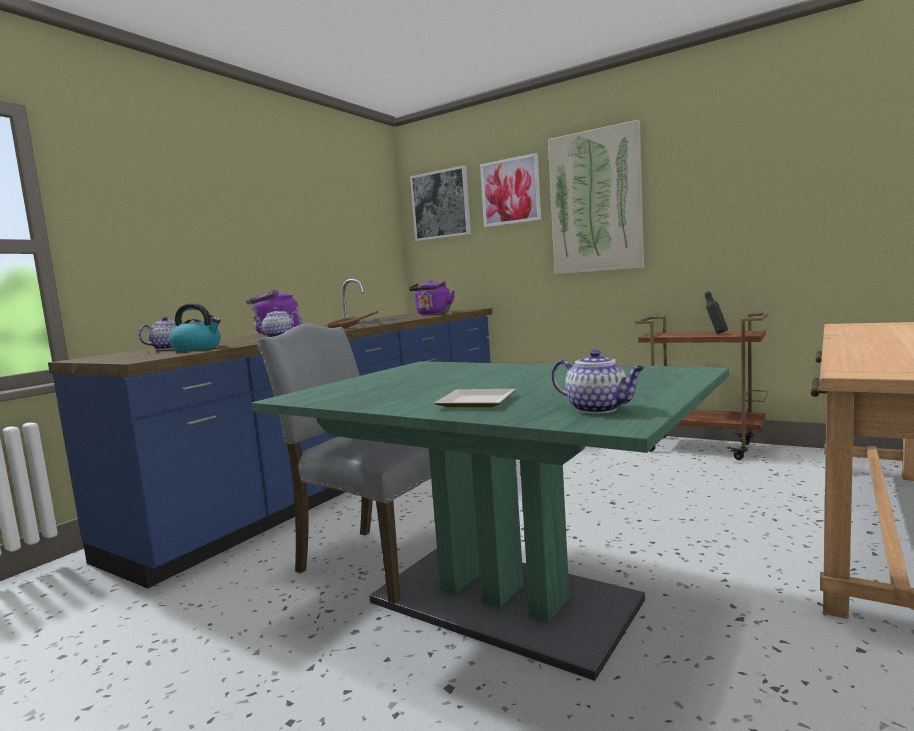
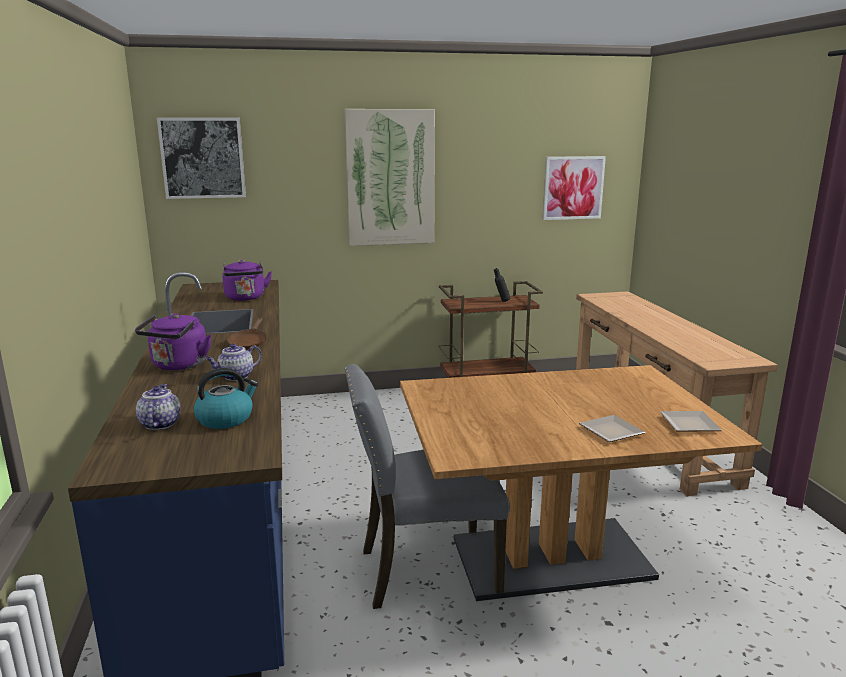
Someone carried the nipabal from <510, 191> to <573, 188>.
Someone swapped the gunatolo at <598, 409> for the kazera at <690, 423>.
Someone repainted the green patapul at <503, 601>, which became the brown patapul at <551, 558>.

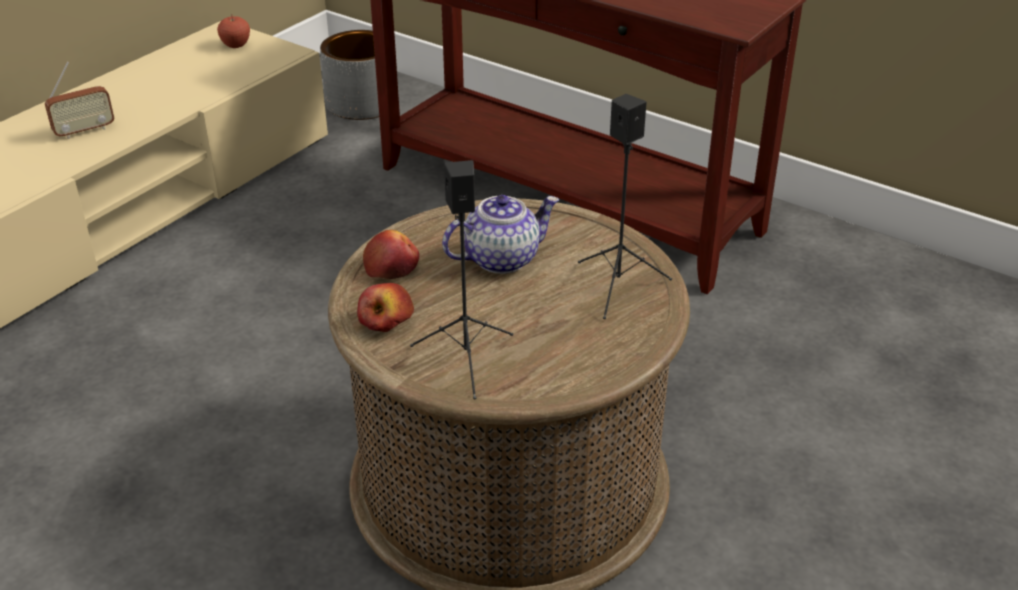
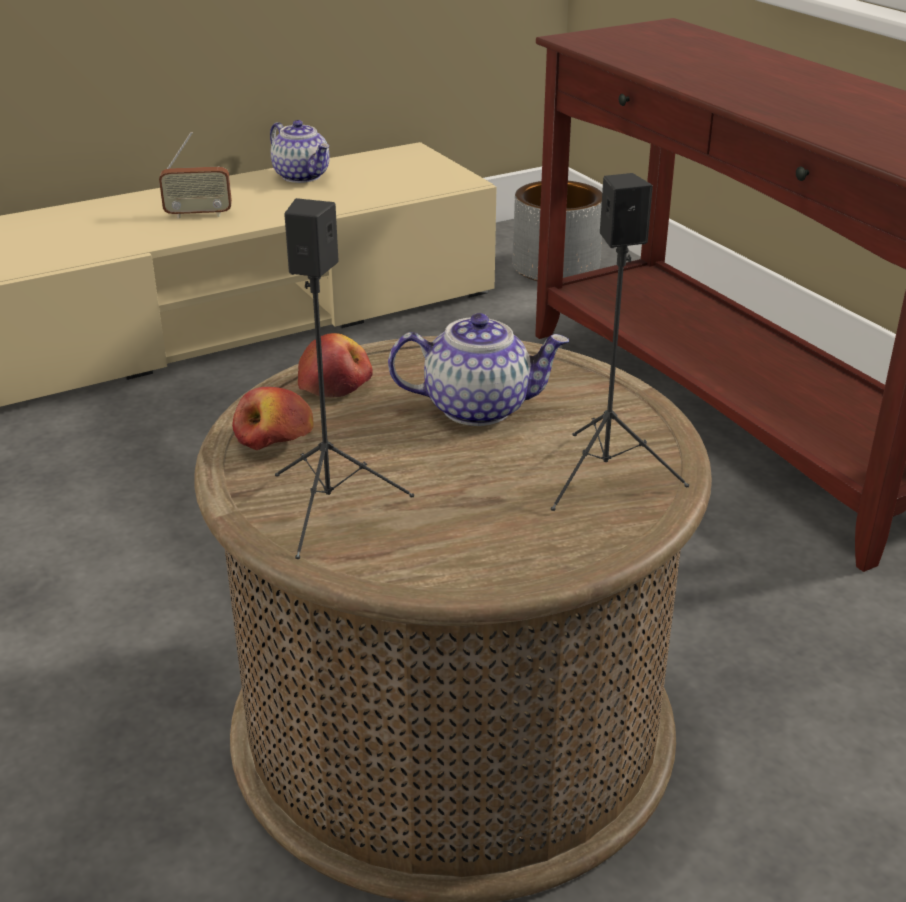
Someone took away the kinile at <236, 45>.
Someone put down the gunatolo at <302, 176>.

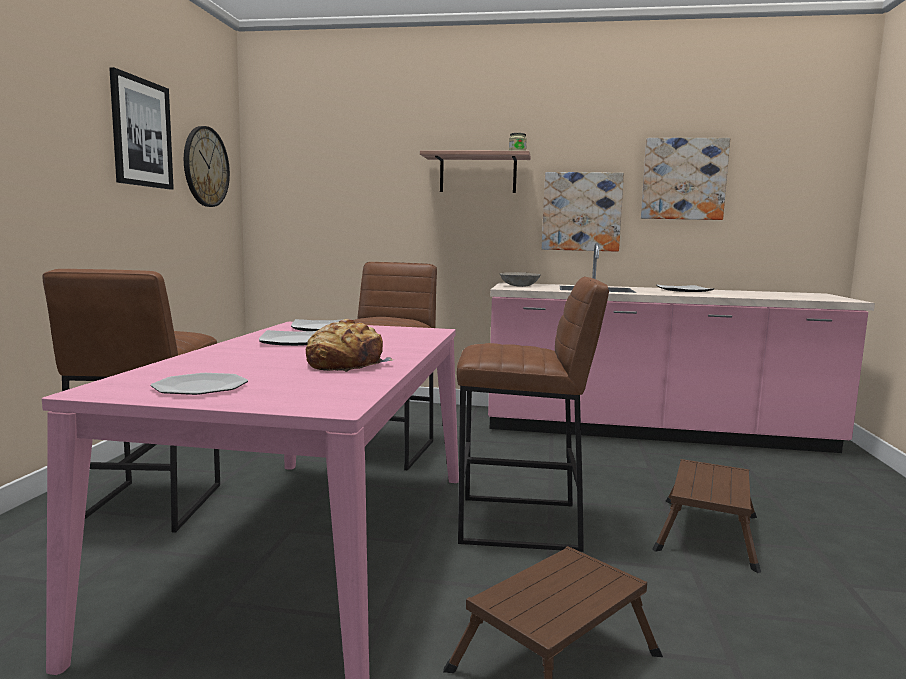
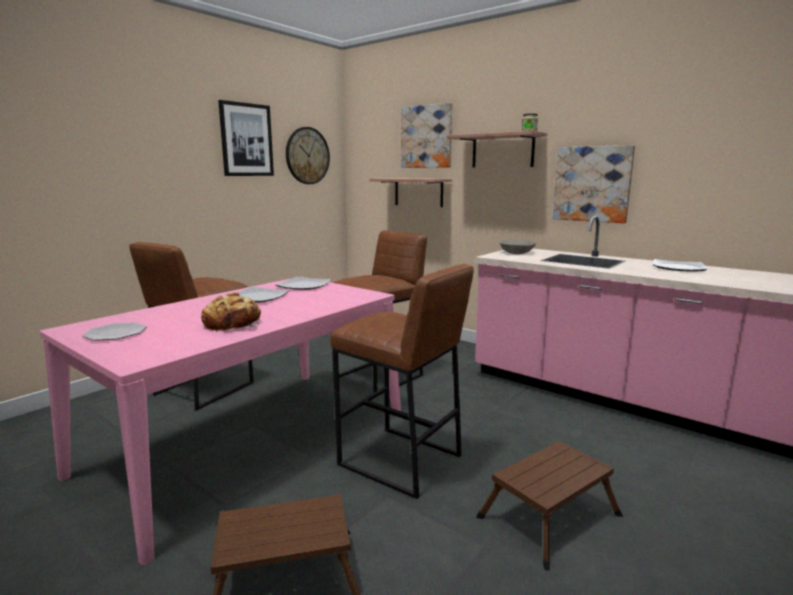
Someone carried the nipabal from <683, 179> to <427, 137>.
Someone put up the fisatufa at <418, 192>.

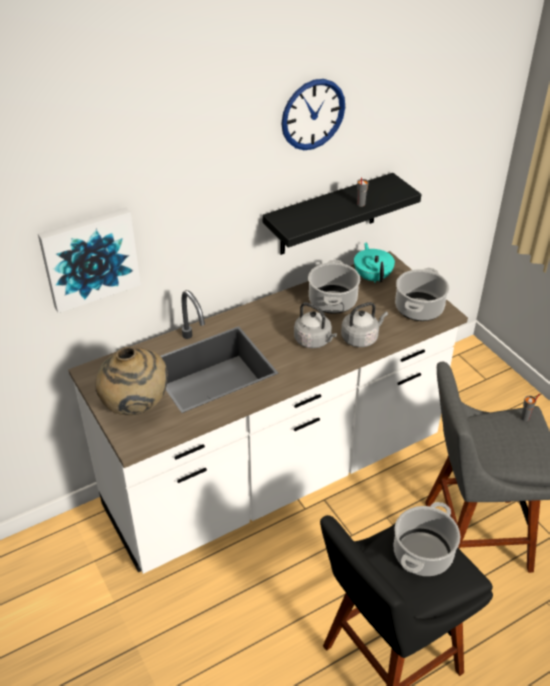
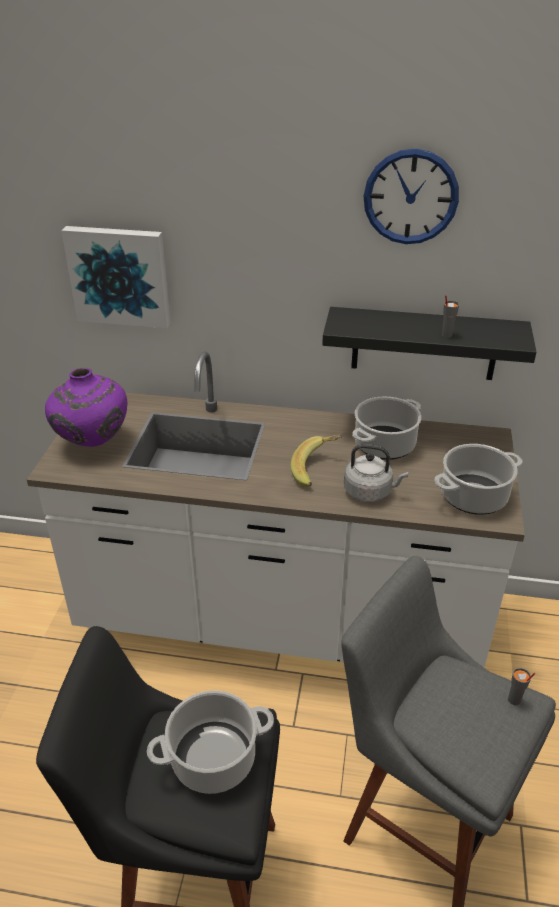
Someone took away the turquoise gunatolo at <372, 277>.
Someone swapped the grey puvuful at <314, 341> for the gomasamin at <318, 470>.
Someone repainted the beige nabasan at <135, 408>, which became the purple nabasan at <93, 443>.

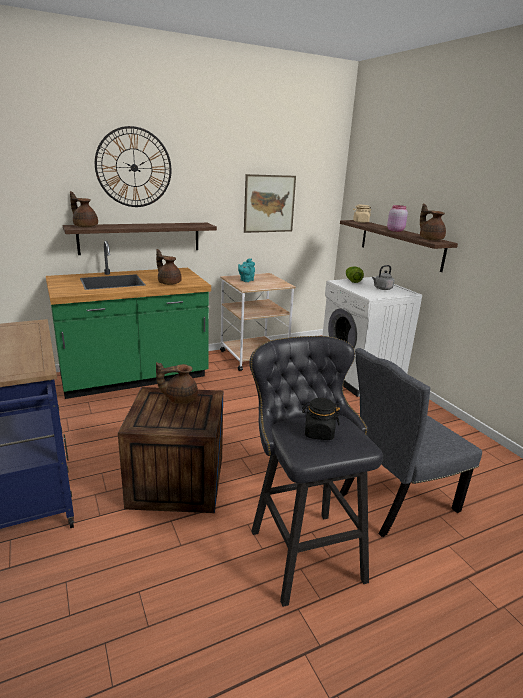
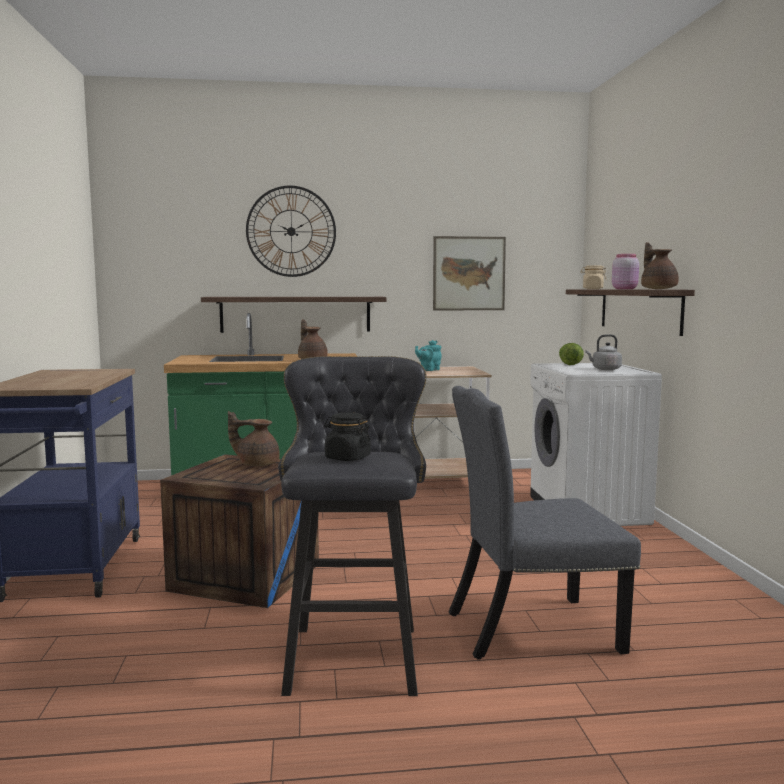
Someone took away the brown gunatolo at <85, 226>.

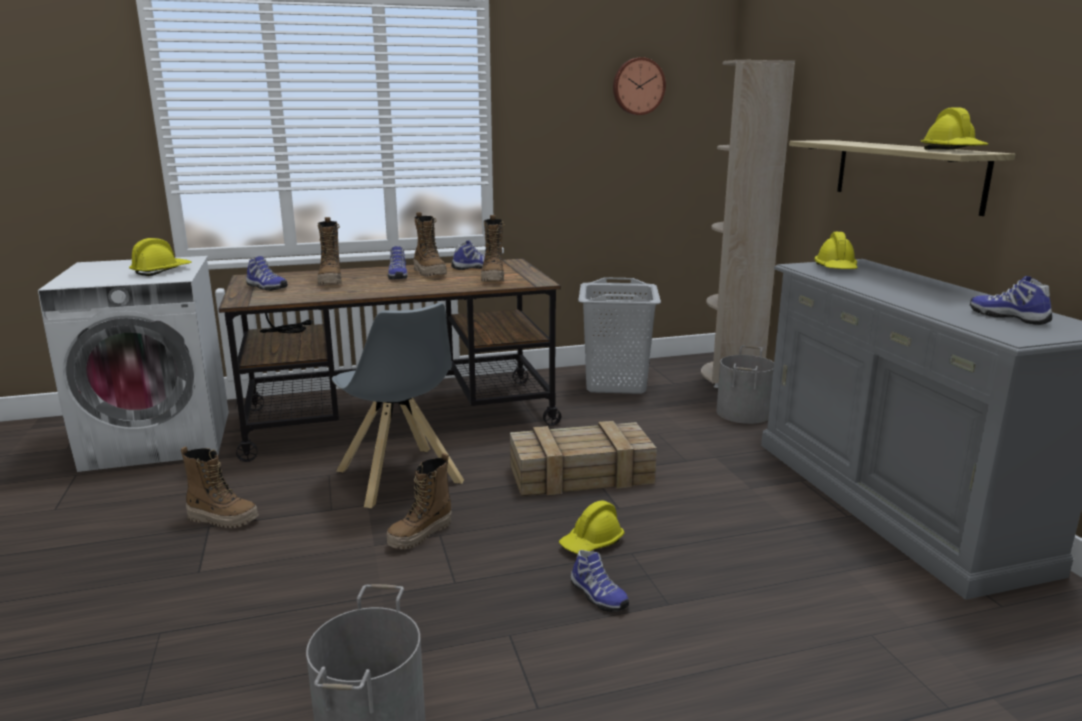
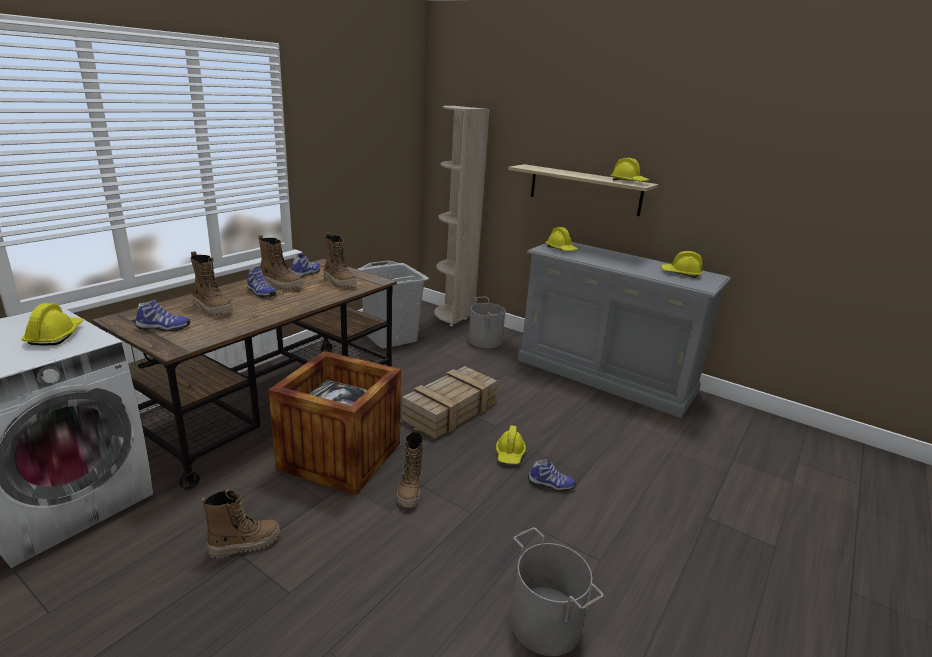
Someone took away the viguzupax at <638, 86>.
Someone swapped the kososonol at <1009, 317> for the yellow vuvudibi at <680, 274>.
Someone swapped the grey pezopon at <400, 478> for the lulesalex at <340, 456>.

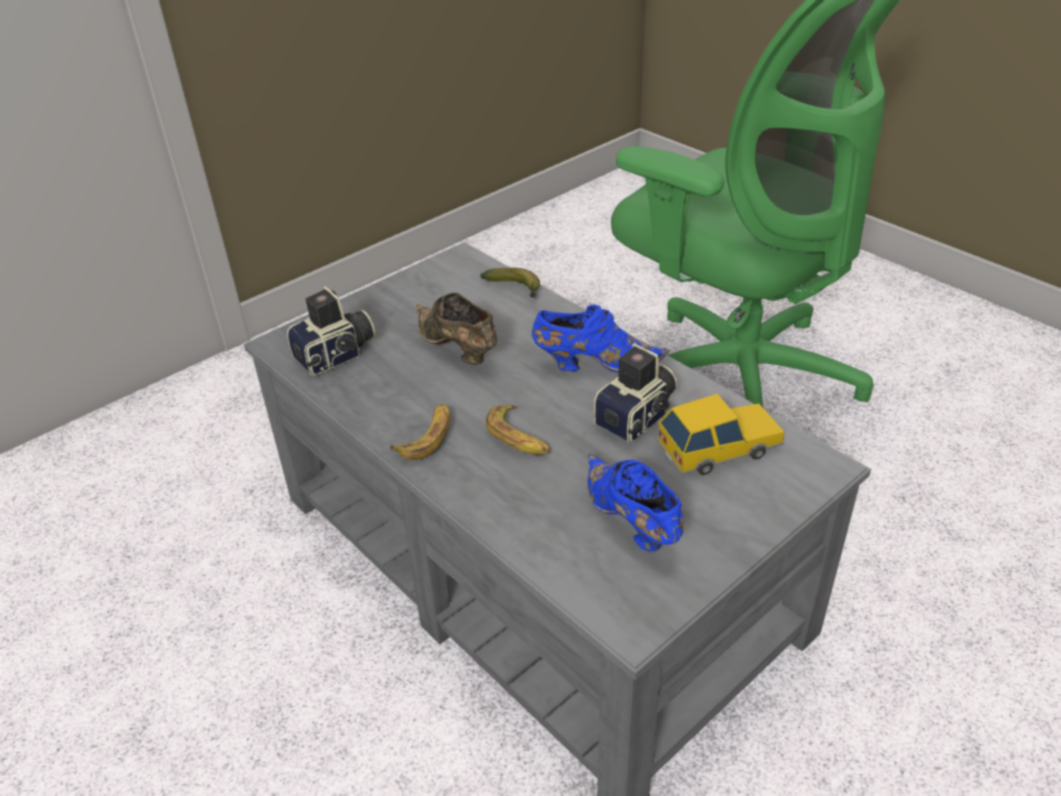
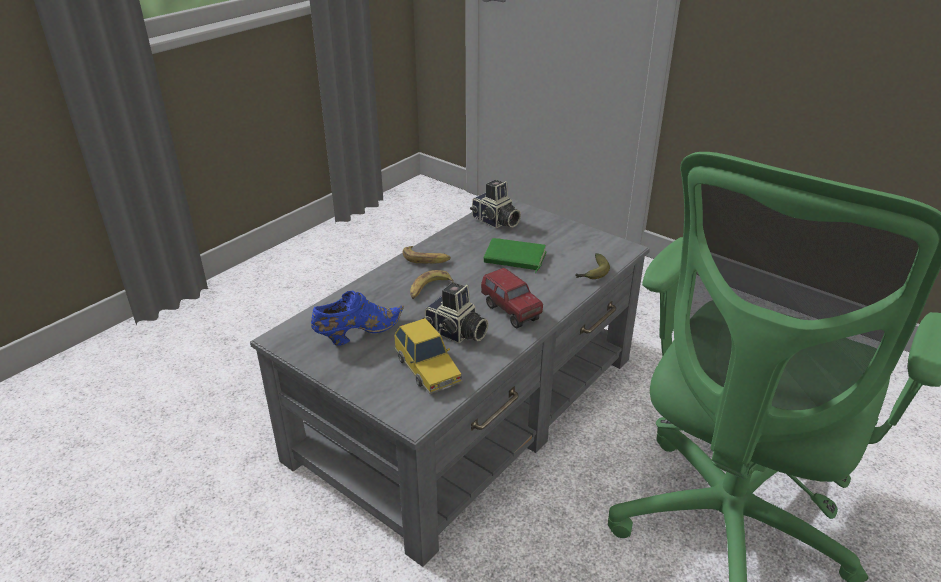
Someone swapped the brown kososonol at <457, 348> for the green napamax at <514, 259>.
Someone swapped the blue kososonol at <594, 364> for the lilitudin at <511, 312>.

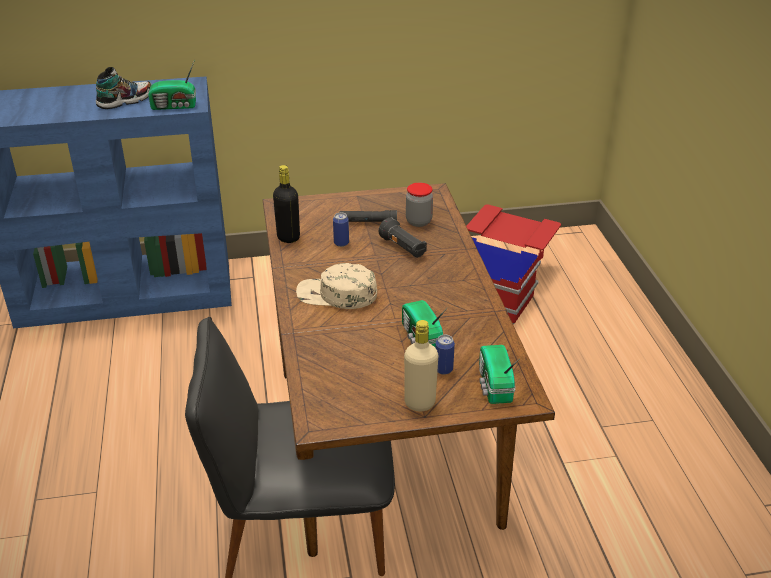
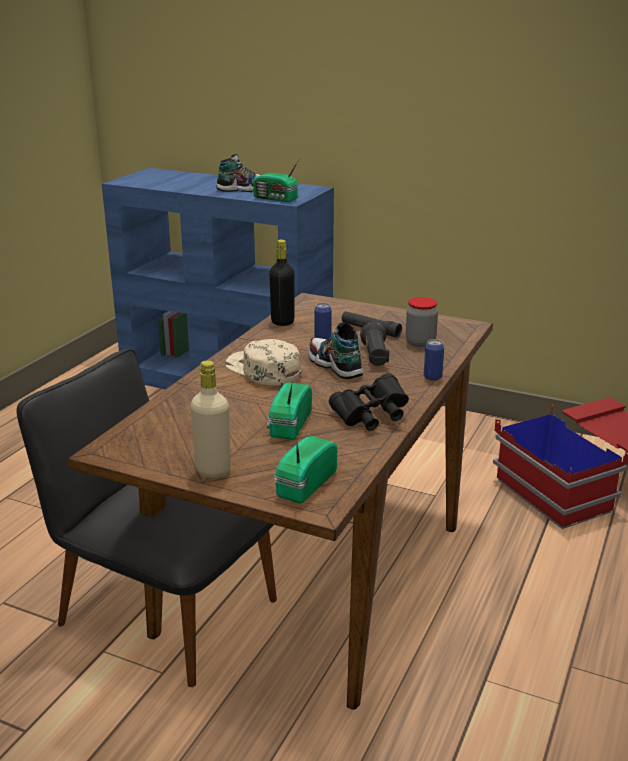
Someone carried the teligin from <443, 369> to <432, 377>.
Someone put down the kososonol at <334, 366>.
Someone put down the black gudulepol at <371, 417>.

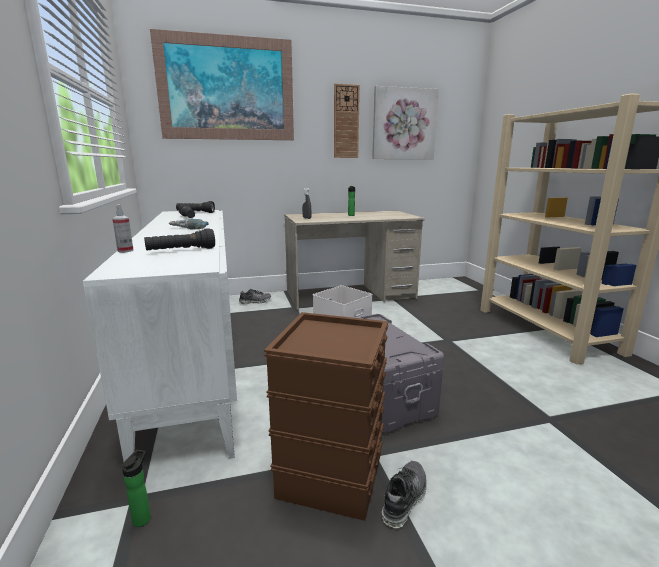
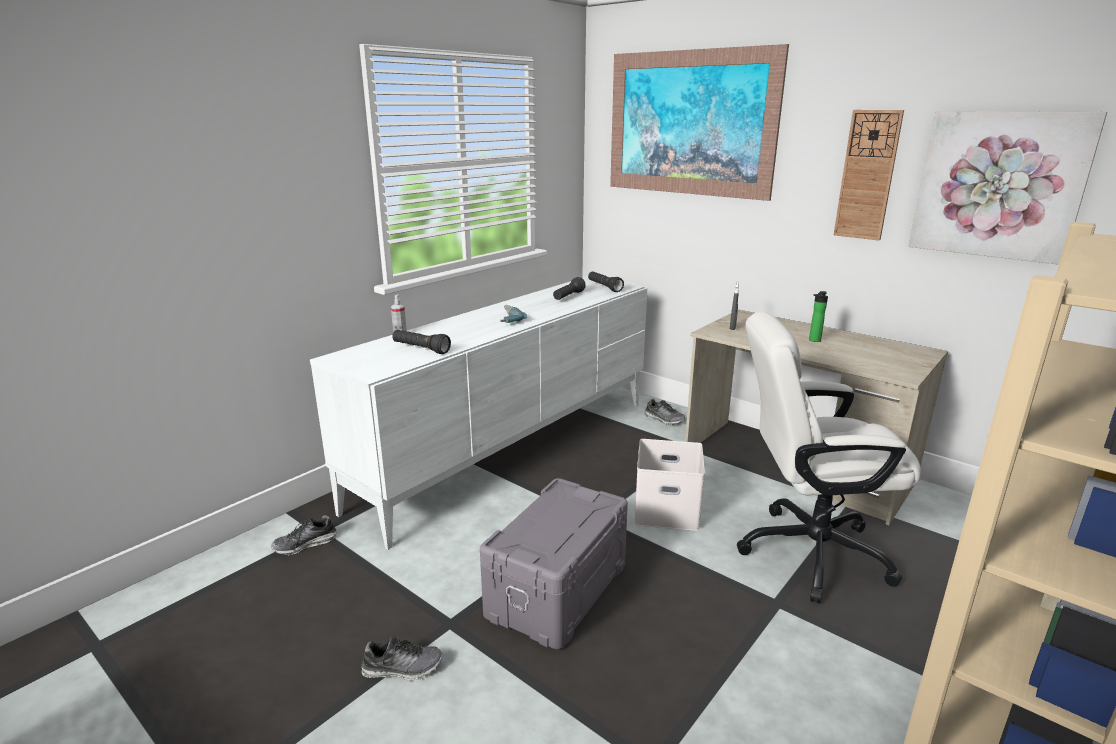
Someone took away the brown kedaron at <329, 475>.
Someone swapped the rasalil at <143, 517> for the kososonol at <305, 544>.
Someone put down the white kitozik at <805, 554>.

